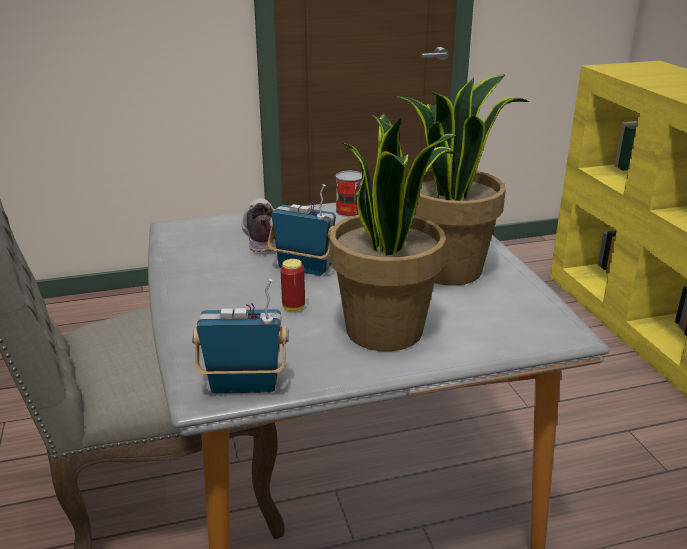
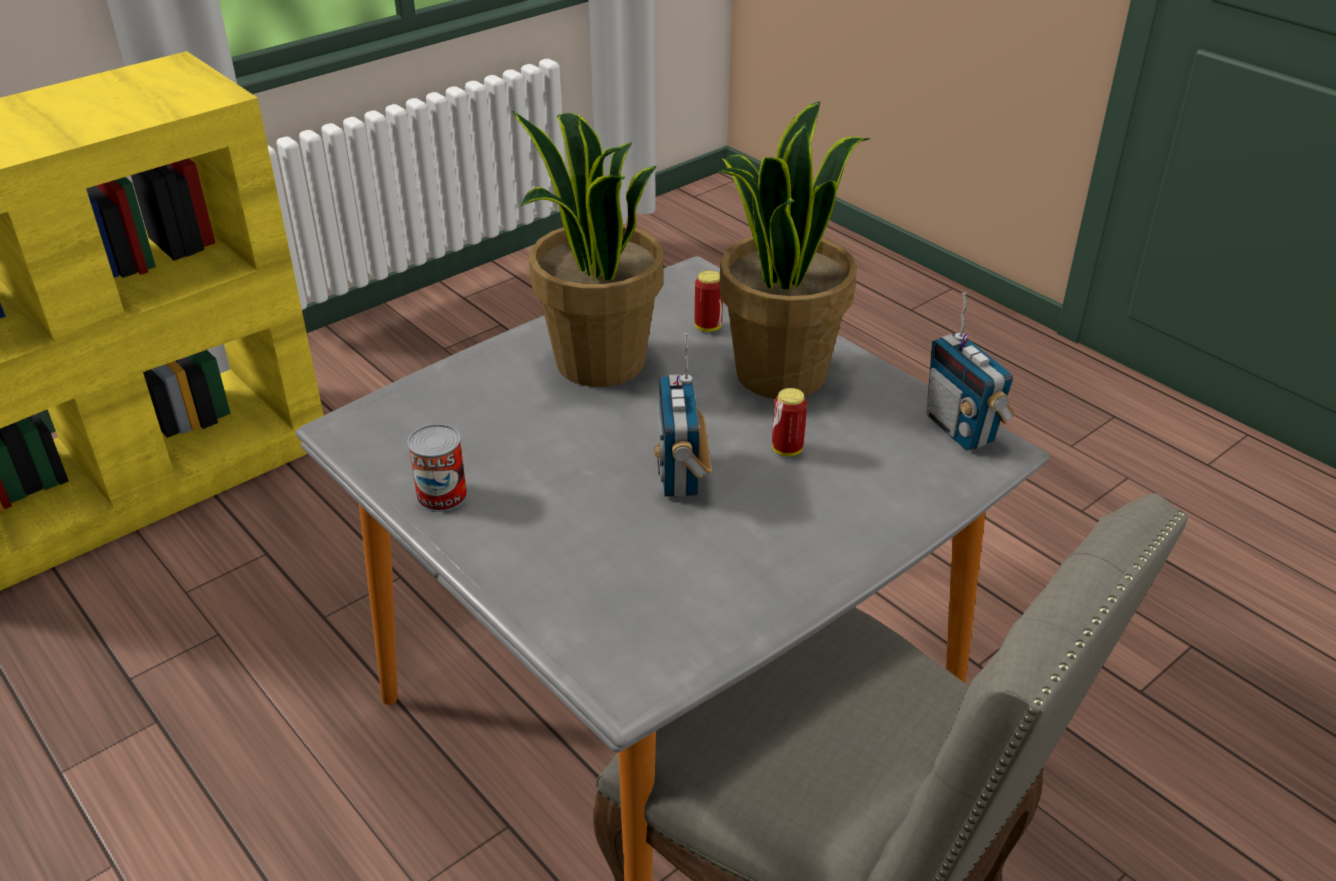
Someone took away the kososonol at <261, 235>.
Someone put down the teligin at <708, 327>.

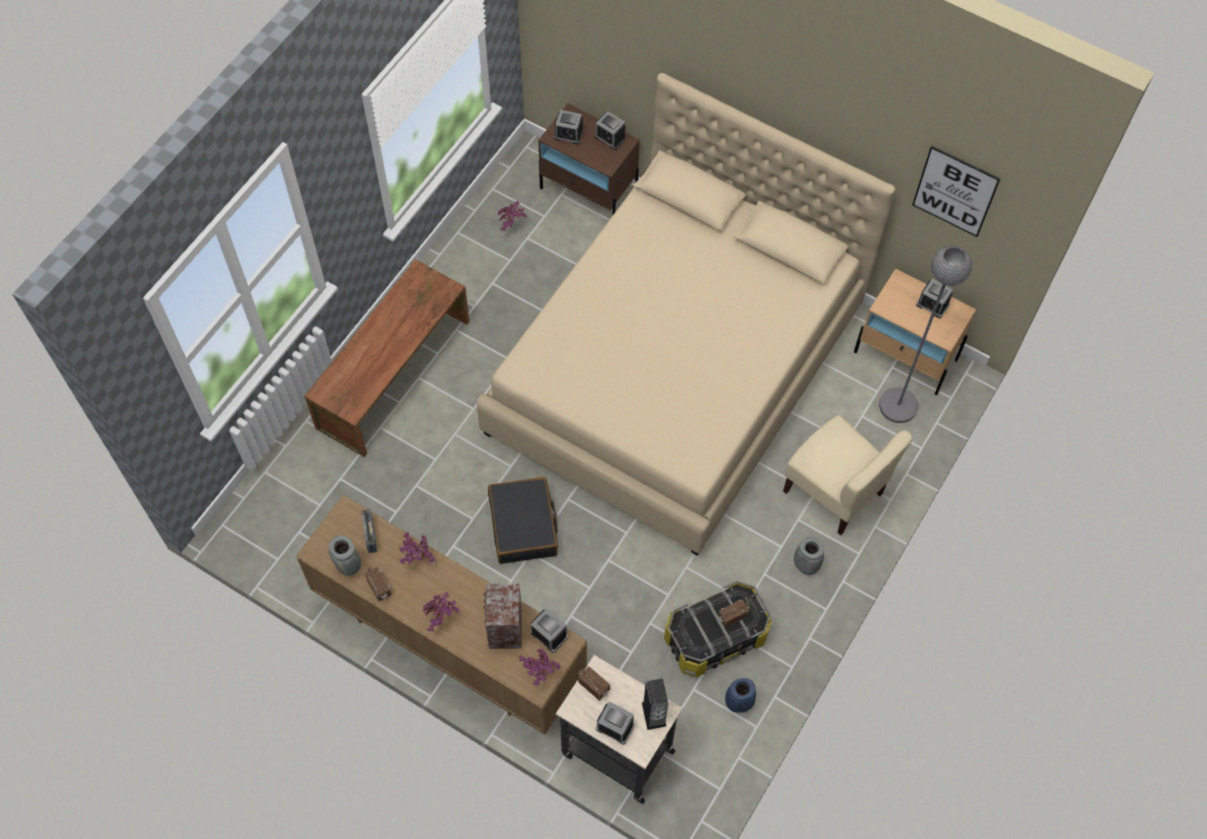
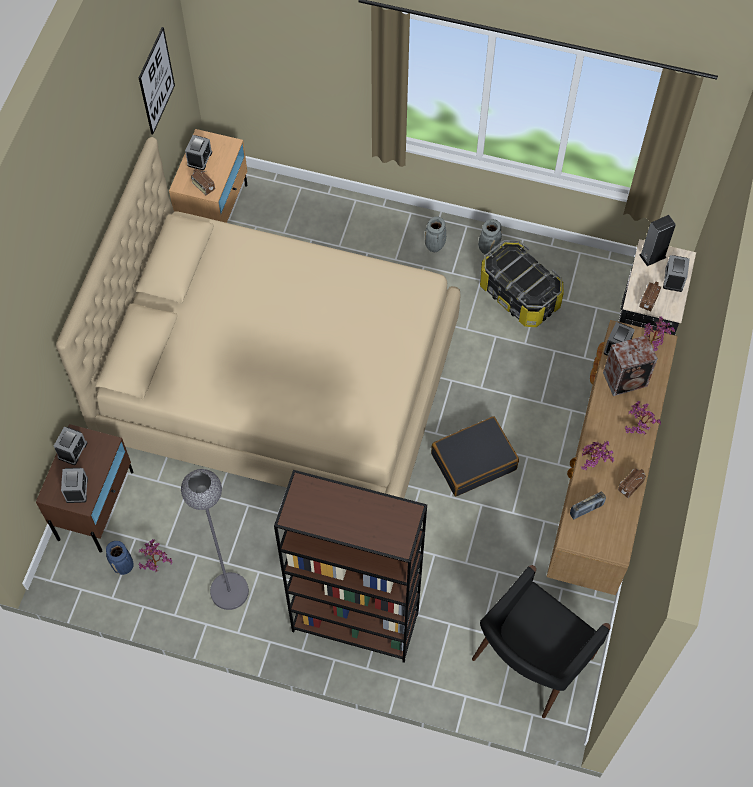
Someone carried the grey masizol from <897, 406> to <229, 592>.
Someone swapped the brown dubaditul at <393, 372> for the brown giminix at <354, 623>.
Someone took away the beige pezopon at <834, 492>.
Someone carried the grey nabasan from <349, 566> to <488, 248>.
Someone carried the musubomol from <732, 616> to <203, 187>.
Someone carried the blue nabasan from <738, 704> to <124, 566>.
Someone put down the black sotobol at <530, 660>.

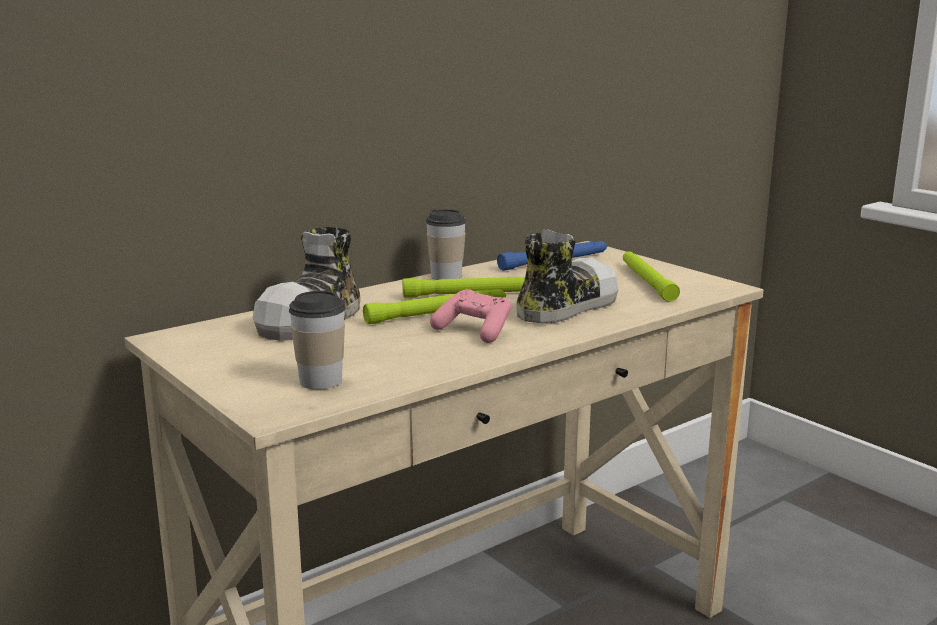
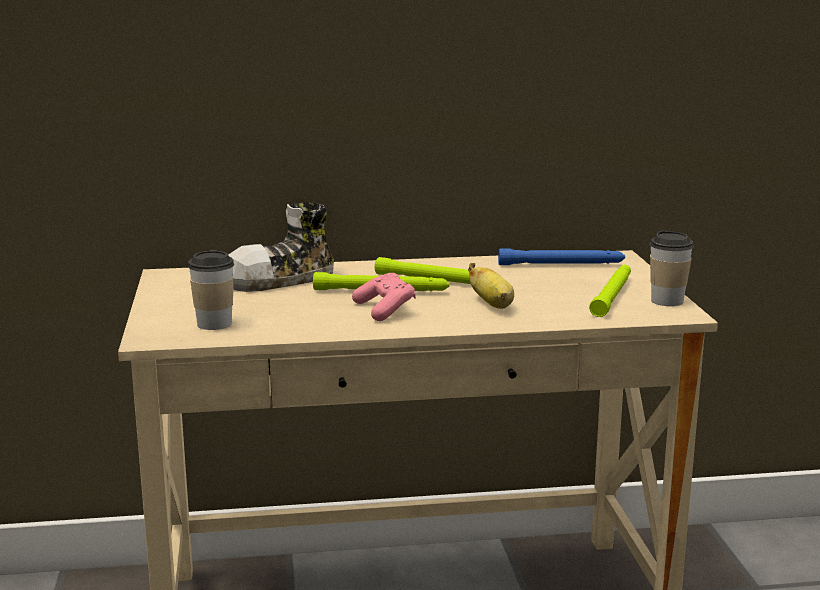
Someone carried the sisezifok from <446, 276> to <667, 301>.
Someone swapped the kososonol at <564, 307> for the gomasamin at <492, 305>.

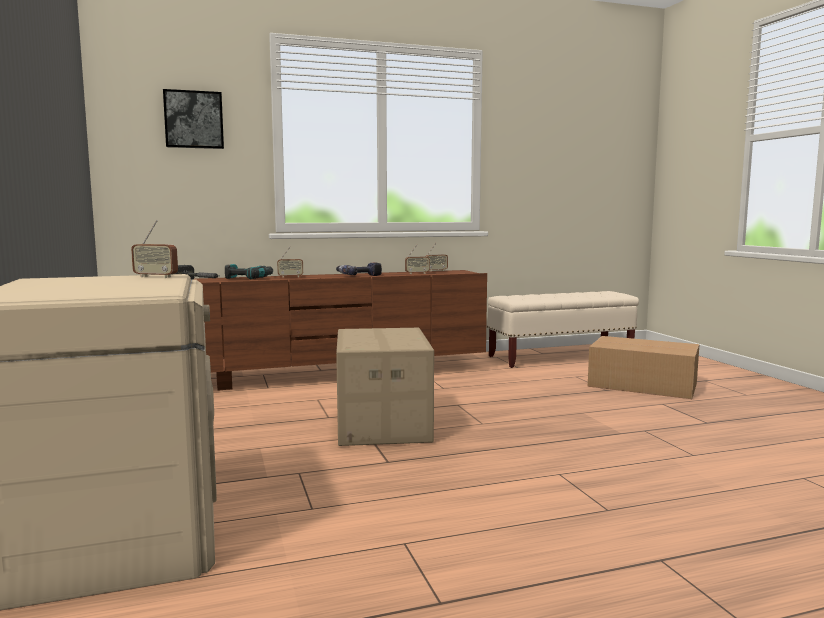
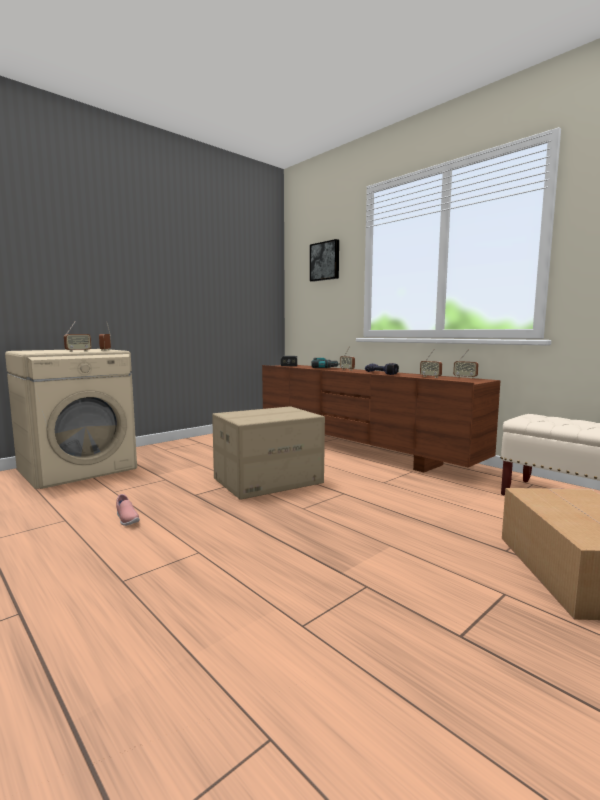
Someone put down the musubomol at <78, 351>.
Someone put down the pink kososonol at <126, 519>.

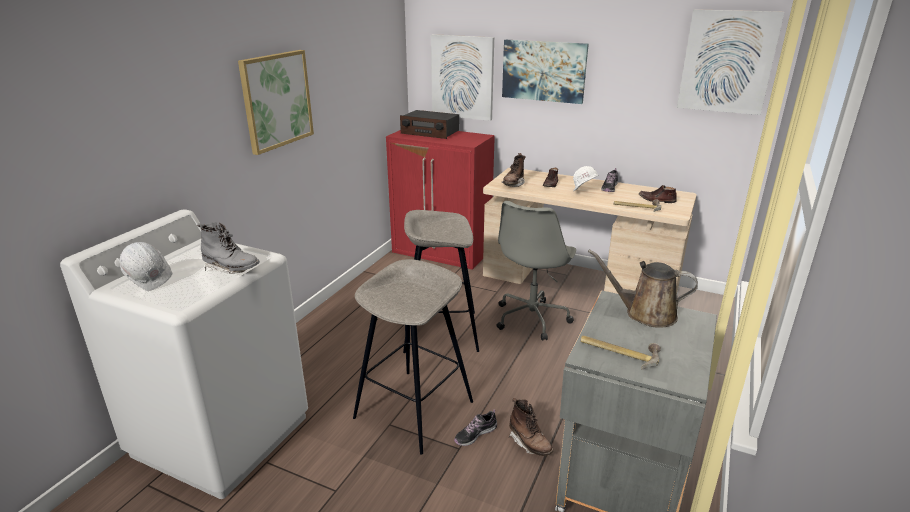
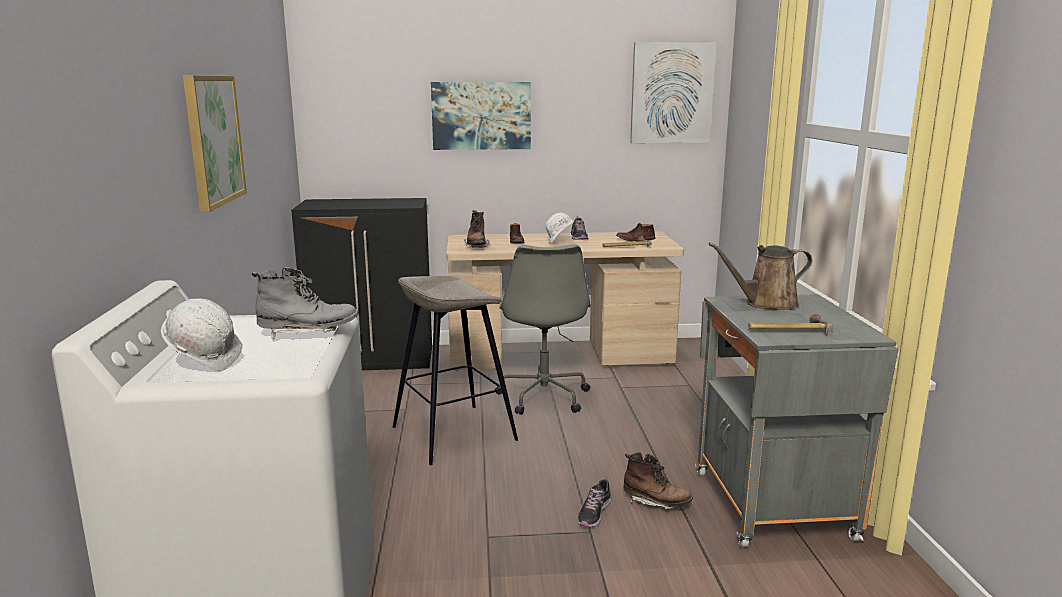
Someone took away the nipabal at <462, 77>.
Someone took away the musubomol at <430, 132>.
Someone repainted the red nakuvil at <442, 251>, which became the black nakuvil at <372, 358>.
Someone took away the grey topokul at <415, 409>.

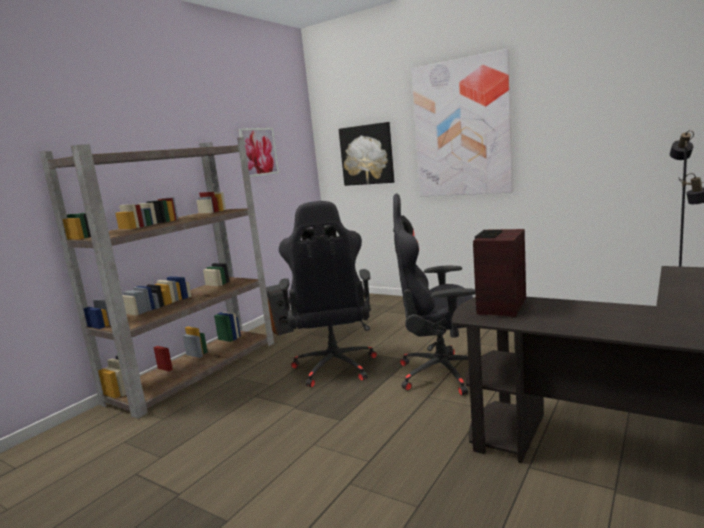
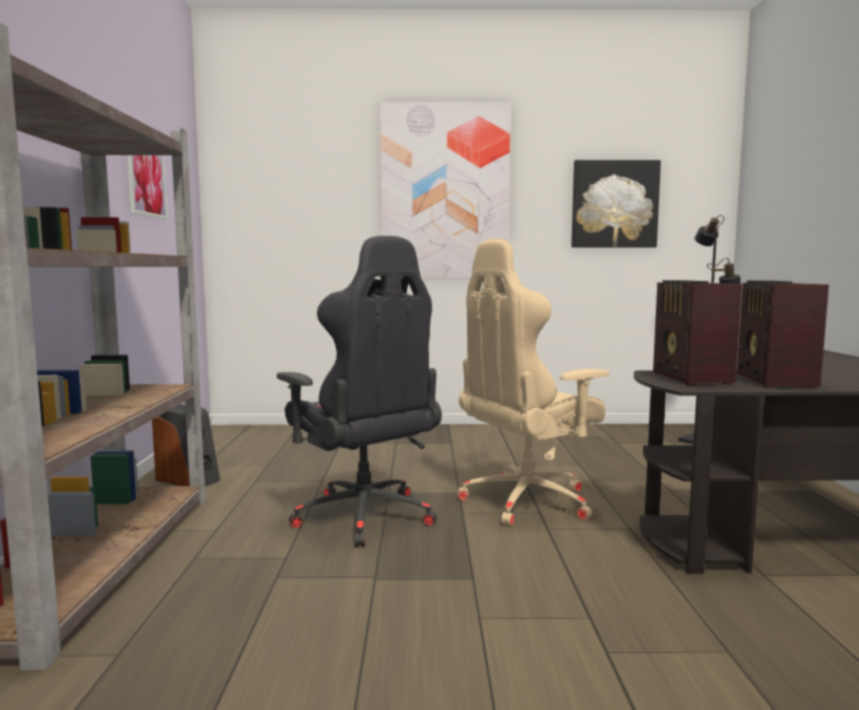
Someone carried the nipabal from <367, 155> to <614, 204>.
Someone repainted the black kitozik at <443, 373>, which became the beige kitozik at <528, 500>.
Someone put down the musubomol at <774, 381>.

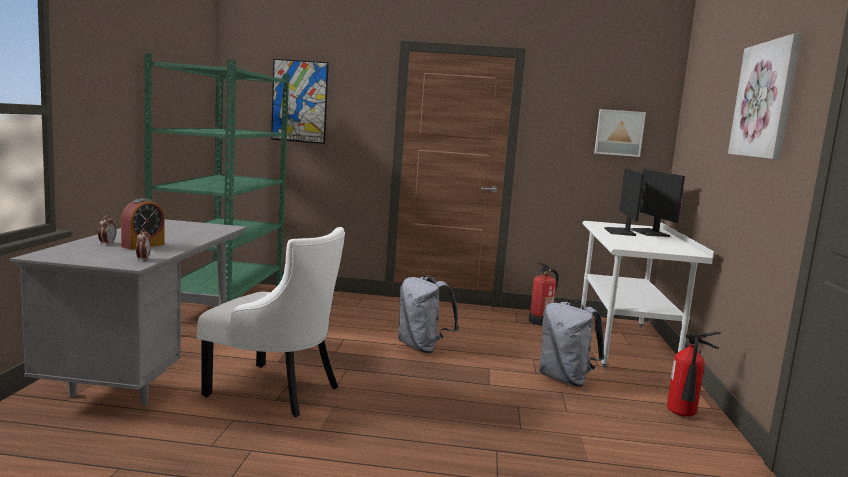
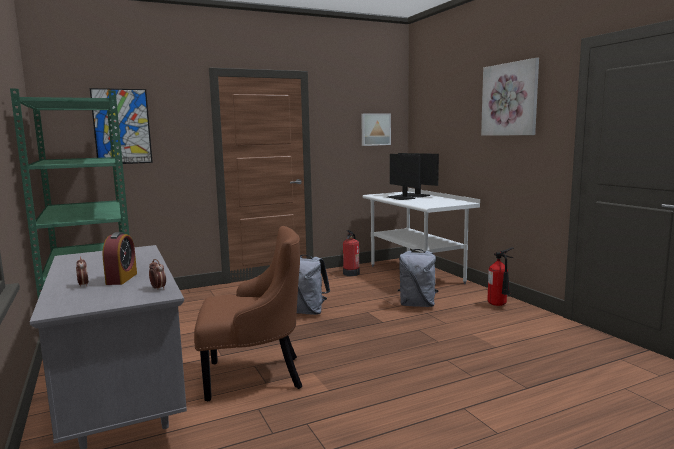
Someone repainted the white pezopon at <272, 390>, which became the brown pezopon at <252, 377>.

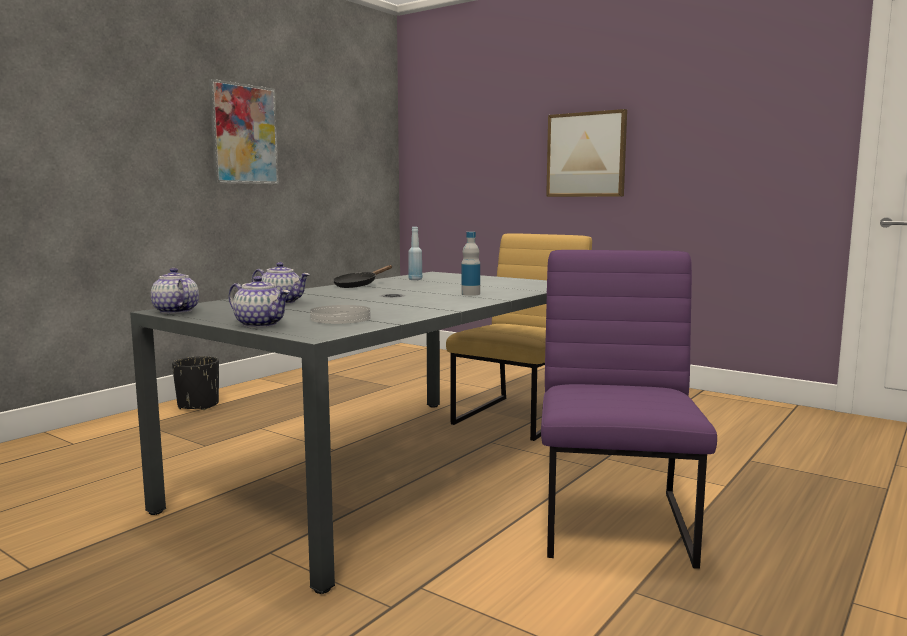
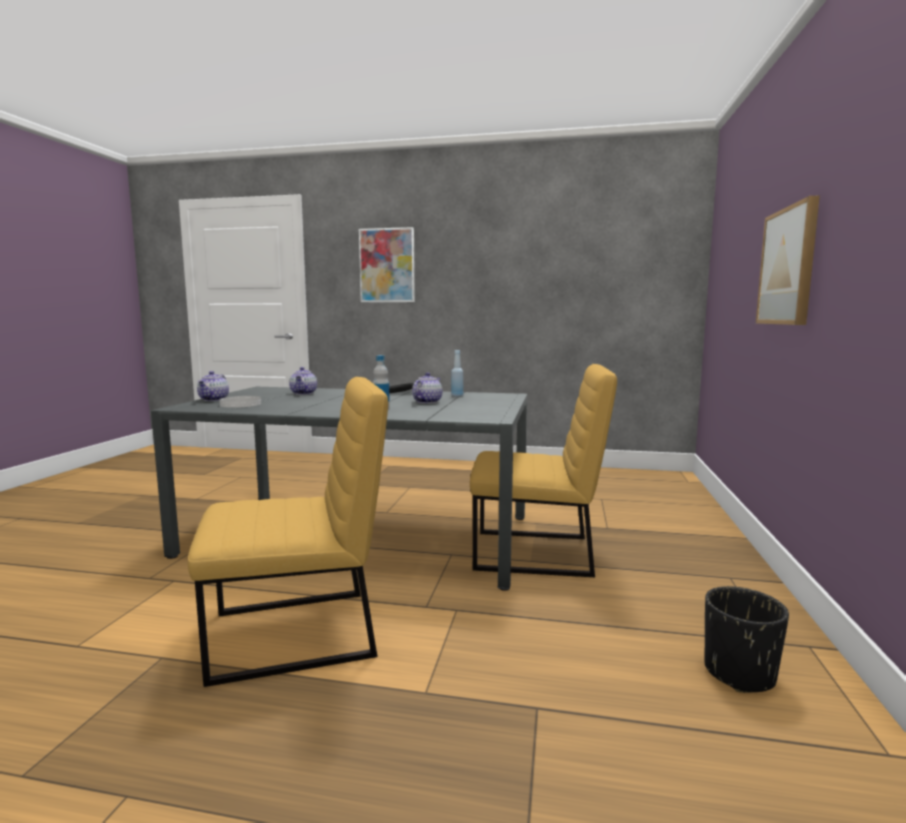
Someone carried the nipabal from <244, 134> to <387, 265>.
Someone repainted the purple pezopon at <616, 520>, which became the yellow pezopon at <299, 634>.
Someone carried the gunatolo from <175, 311> to <427, 402>.
Someone carried the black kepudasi from <198, 405> to <739, 674>.

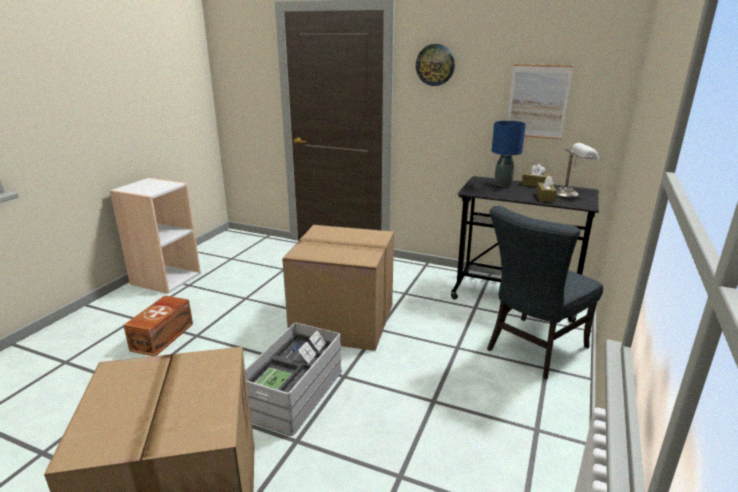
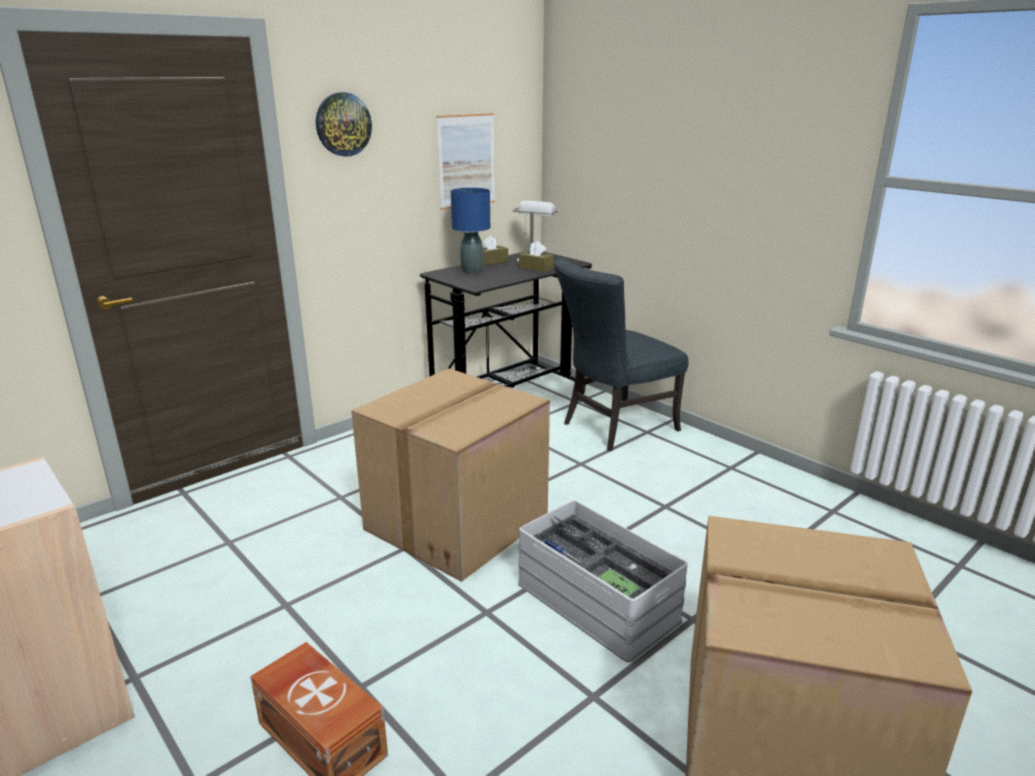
Someone rotated the grey pezopon at <532, 350> by 75 degrees clockwise.

